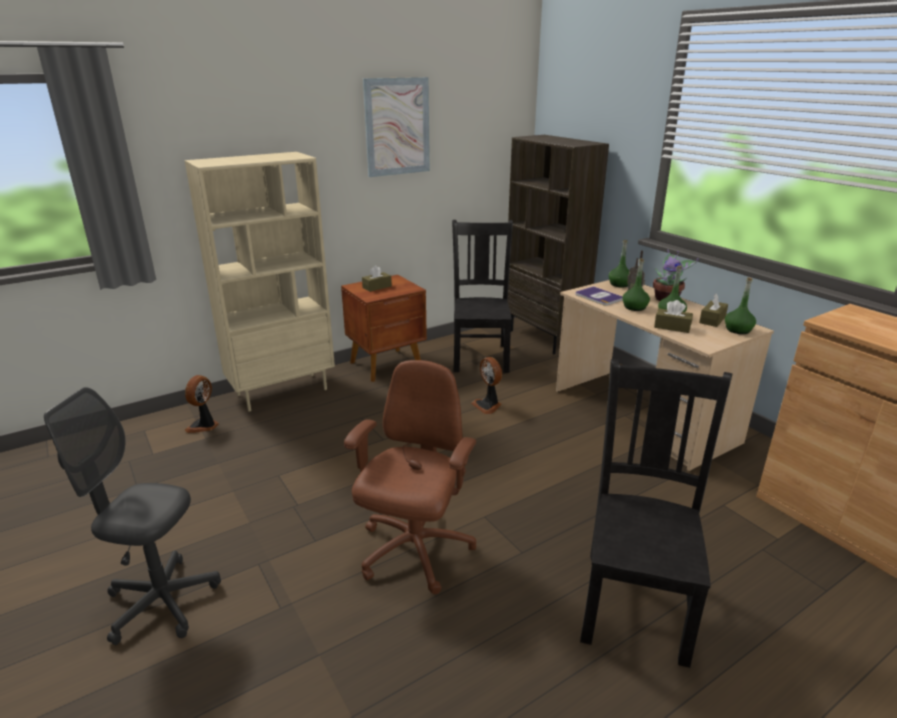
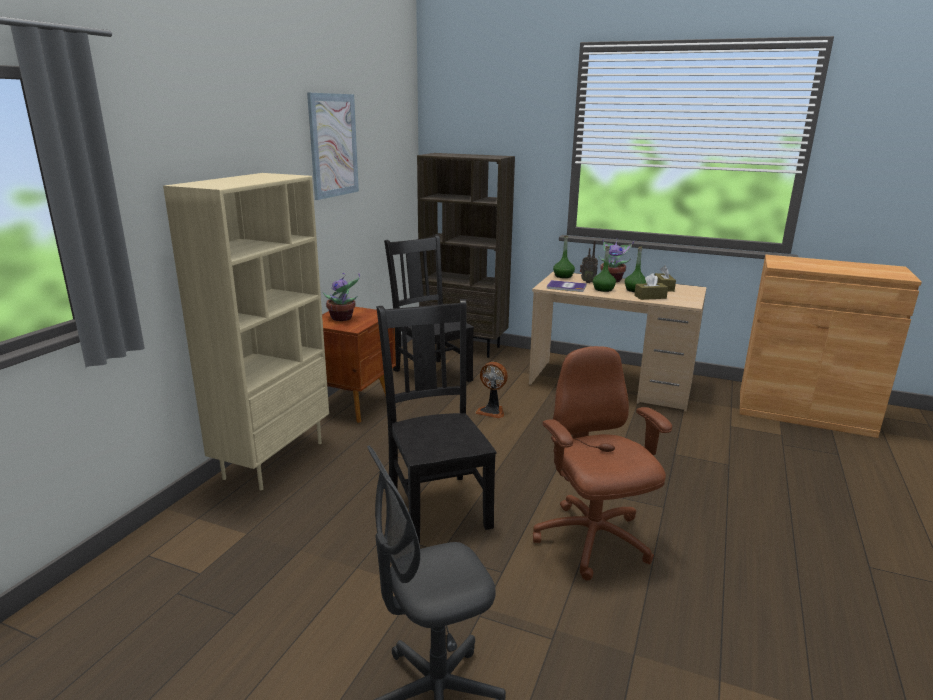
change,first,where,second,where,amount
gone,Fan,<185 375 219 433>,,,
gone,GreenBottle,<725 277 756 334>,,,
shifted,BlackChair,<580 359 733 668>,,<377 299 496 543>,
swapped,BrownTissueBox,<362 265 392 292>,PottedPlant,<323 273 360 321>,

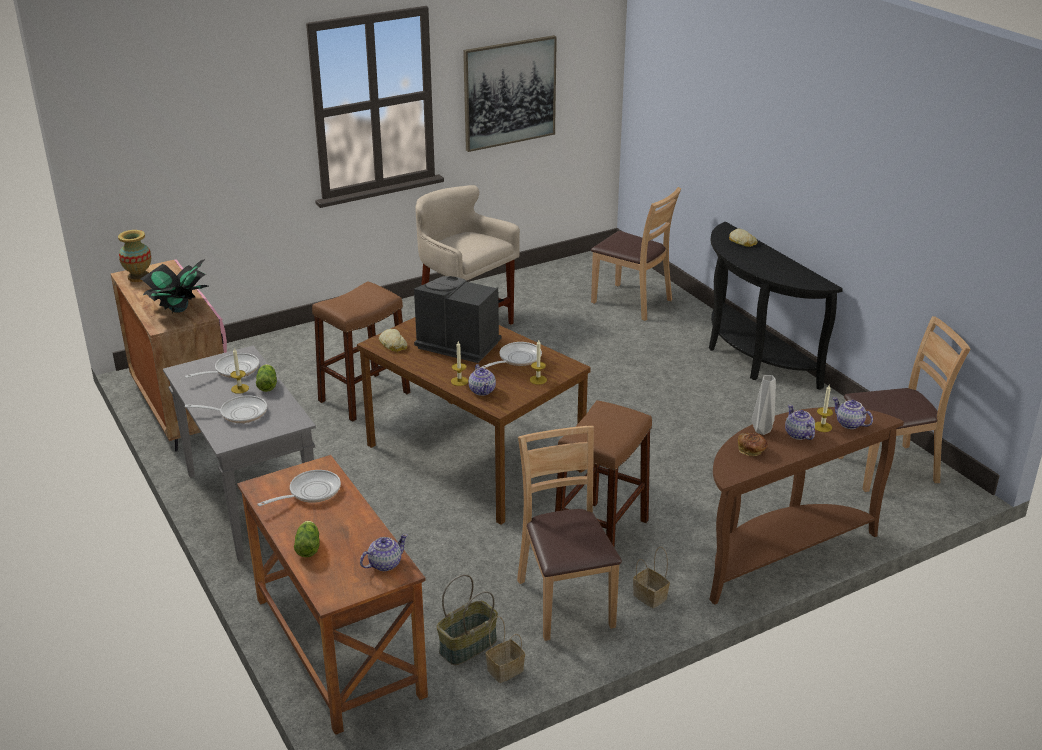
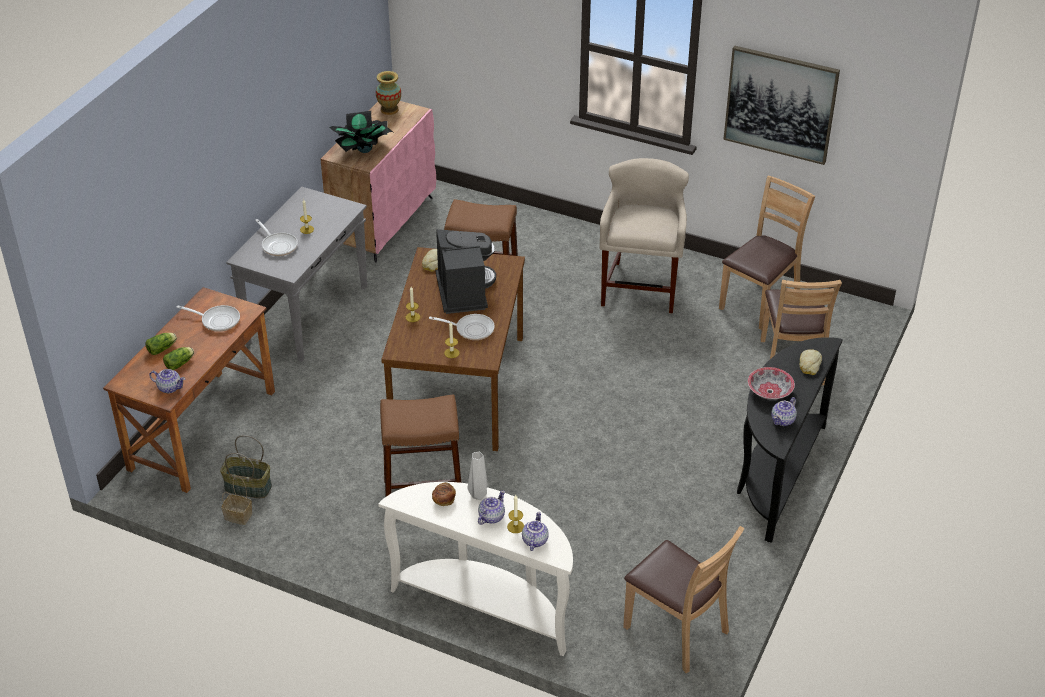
change,first,where,second,where,amount
gone,FryingPan,<185 353 259 378>,,,
gone,Basket,<633 547 670 608>,,,
new,,,Bowl,<748 367 795 400>,
shifted,Lettuce,<256 364 277 392>,,<163 347 194 370>,
shifted,Teapot,<469 364 496 396>,,<771 397 797 426>,
shifted,BrownChair,<517 426 622 641>,,<719 176 816 330>,
repainted,BrownConsoleTable,<709 407 904 605>,WhiteConsoleTable,<378 482 573 656>,

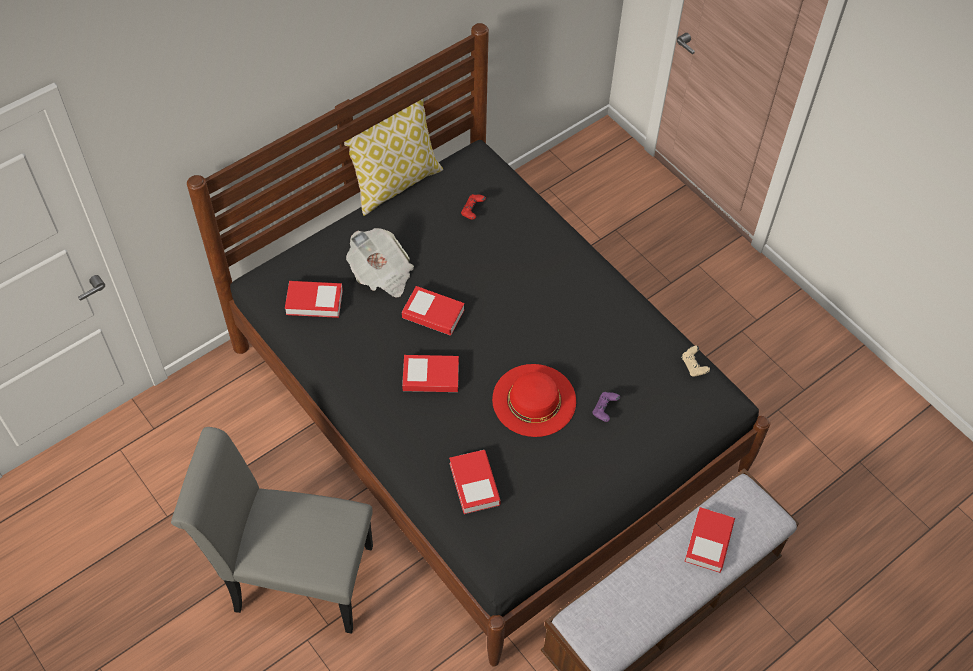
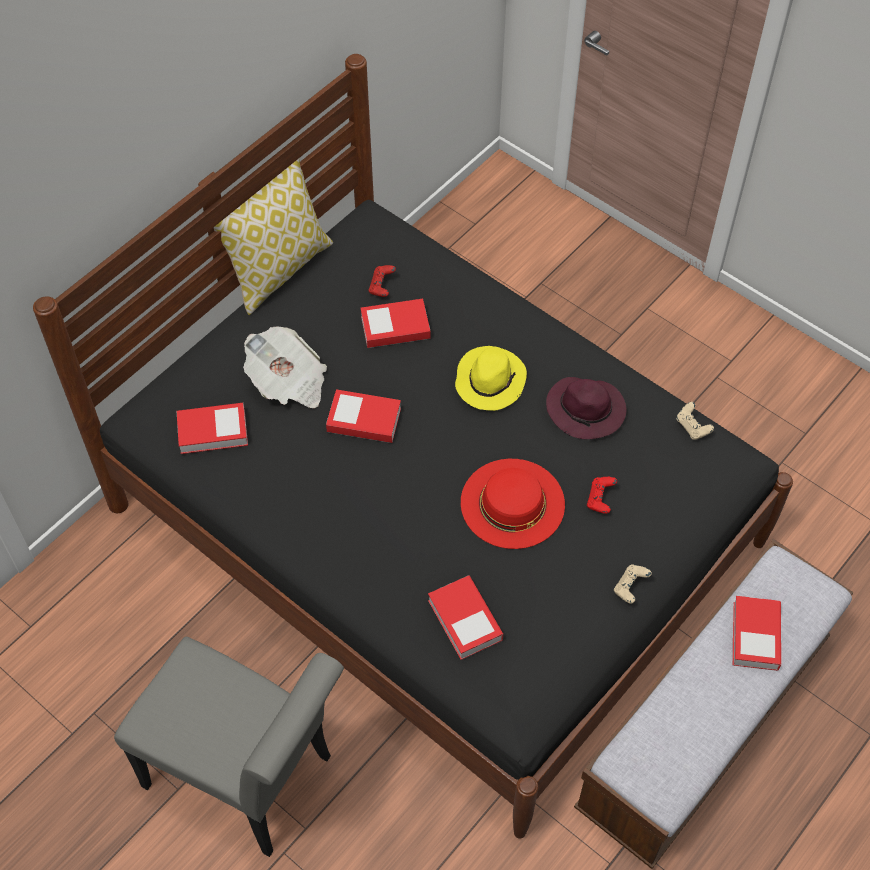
change,first,where,second,where,amount
new,,,YellowHat,<455 346 527 411>,
new,,,PurpleHat,<546 377 626 439>,
new,,,BeigeGameController,<614 564 652 604>,
shifted,Book,<402 355 459 392>,,<361 299 430 348>,
repainted,PurpleGameController,<592 392 620 422>,RedGameController,<587 477 617 514>,
rotated,GreyChair,<171 427 373 634>,,<114 637 344 857>,150 degrees counterclockwise

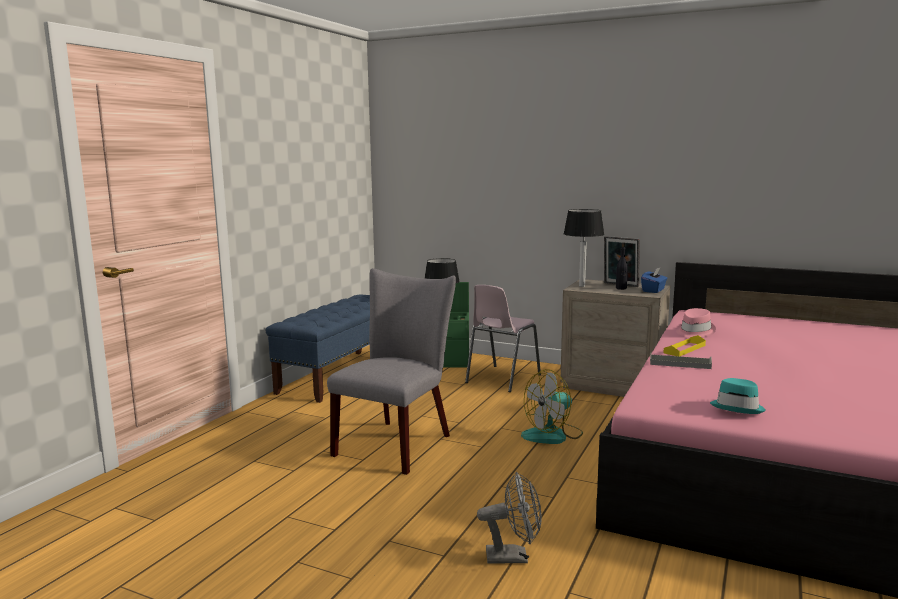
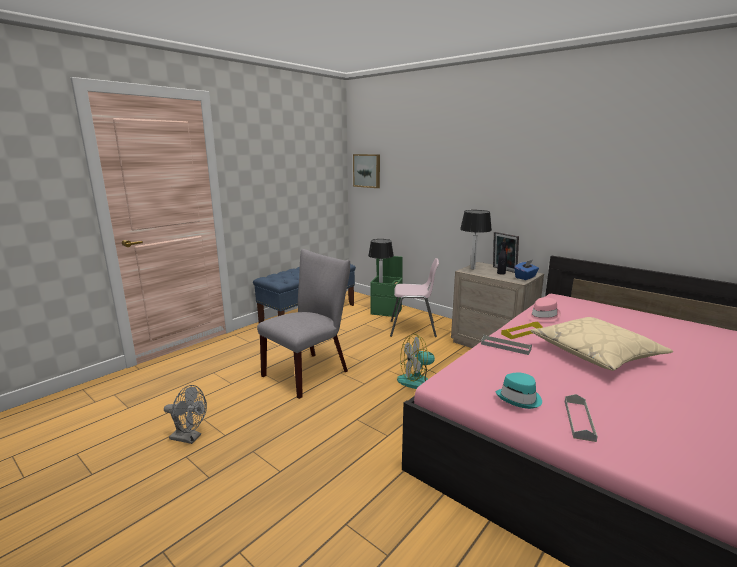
change,first,where,second,where,amount
new,,,Picture,<353 154 380 188>,
new,,,BeigePillow,<530 317 673 371>,
new,,,GreyTray,<565 394 598 442>,
shifted,GreyFan,<477 472 542 564>,,<164 385 207 444>,
rotated,PinkChair,<465 285 541 392>,,<390 258 439 337>,135 degrees counterclockwise

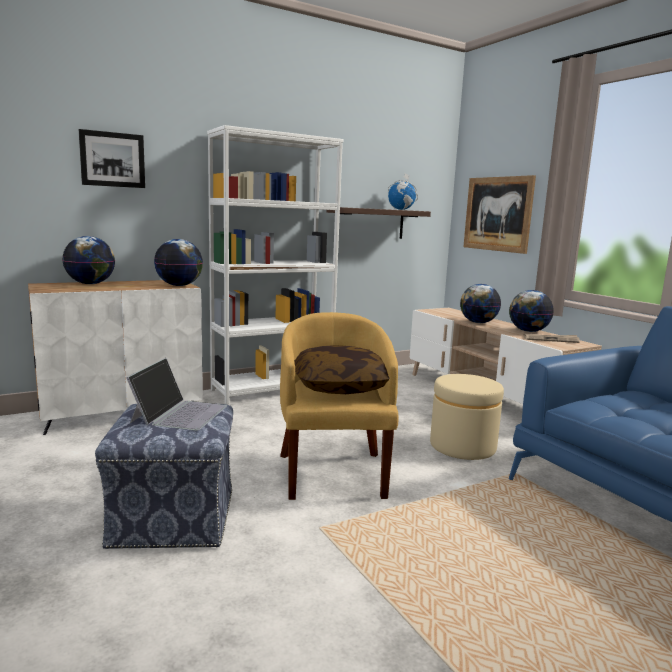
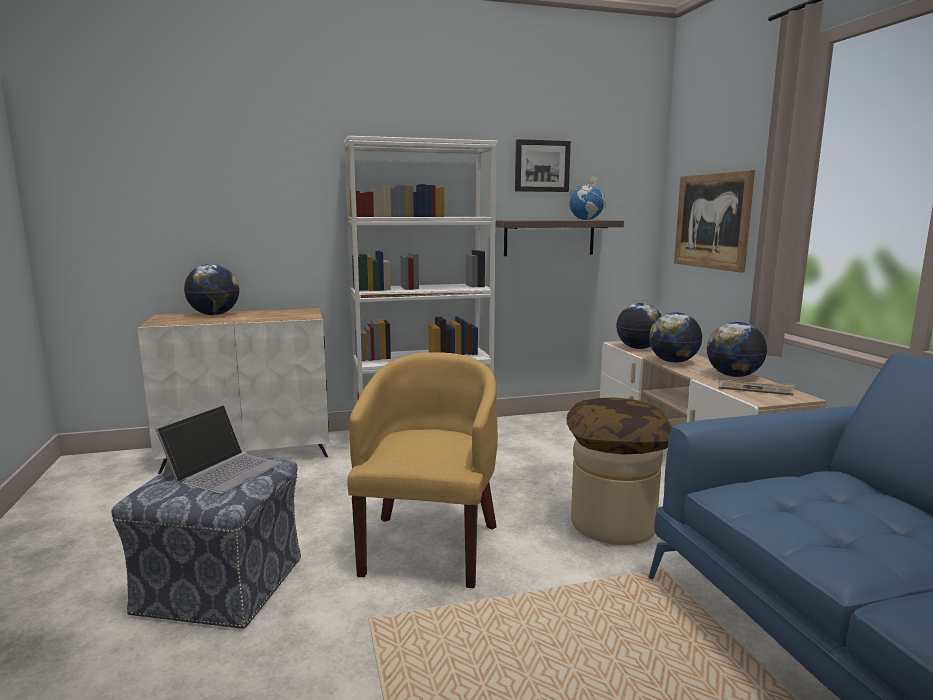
change,first,where,second,where,amount
shifted,Picture,<79 129 145 188>,,<515 139 571 192>,
shifted,Globe,<154 239 203 286>,,<616 303 661 349>,
shifted,Pillow,<295 345 390 394>,,<567 397 672 455>,

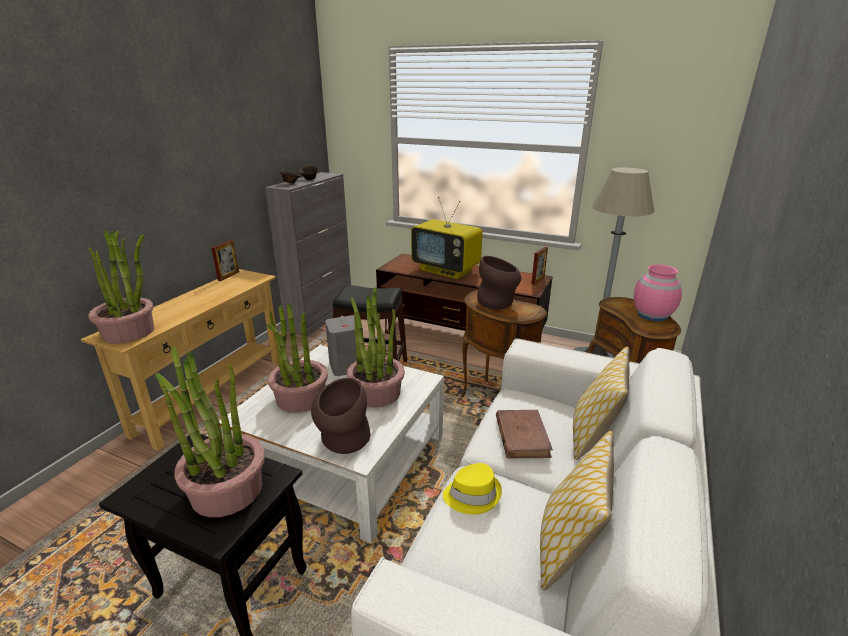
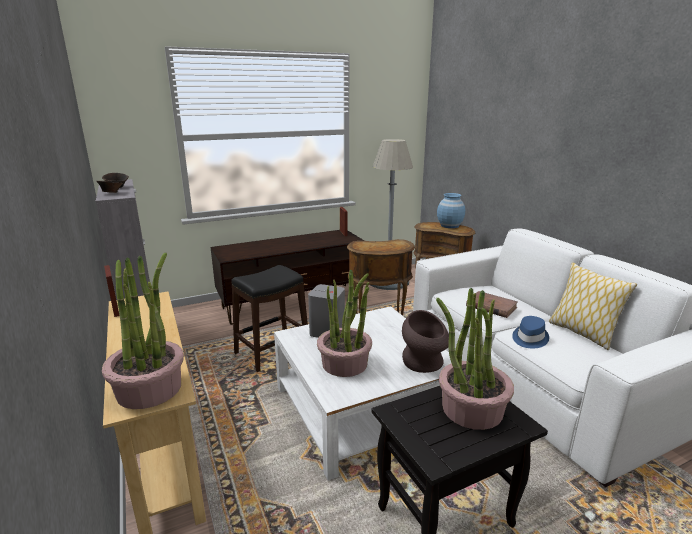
change,first,where,second,where,amount
gone,PottedPlant,<347 287 405 408>,,,
gone,Television,<411 197 483 279>,,,
gone,BrownVase,<477 256 521 309>,,,
gone,Pillow,<573 347 629 460>,,,
repainted,YellowHat,<443 463 502 515>,BlueHat,<512 316 549 348>,
repainted,PinkVase,<634 264 682 321>,BlueVase,<437 193 465 228>,

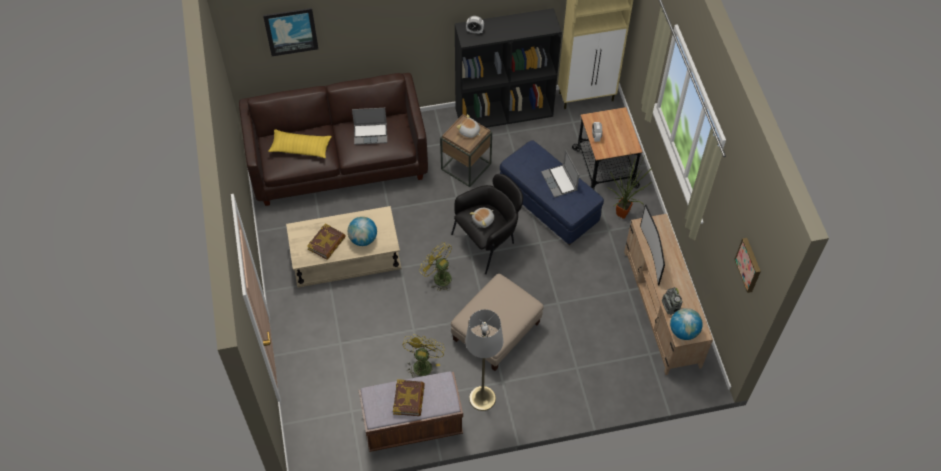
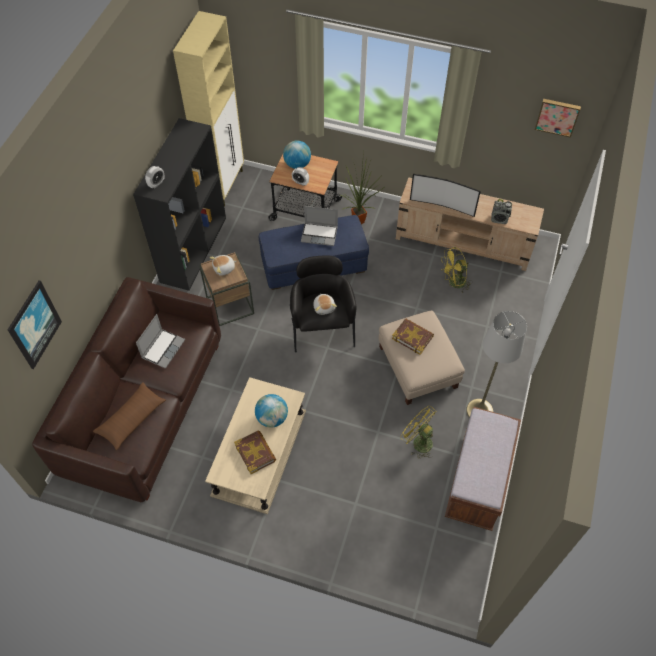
change,first,where,second,where,amount
shifted,Book,<393 379 425 416>,,<392 318 434 355>,
shifted,YellowFan,<419 242 452 291>,,<441 247 471 293>,
shifted,Globe,<670 308 703 340>,,<283 141 311 169>,
repainted,YellowPillow,<268 130 332 158>,BrownPillow,<93 382 166 450>,

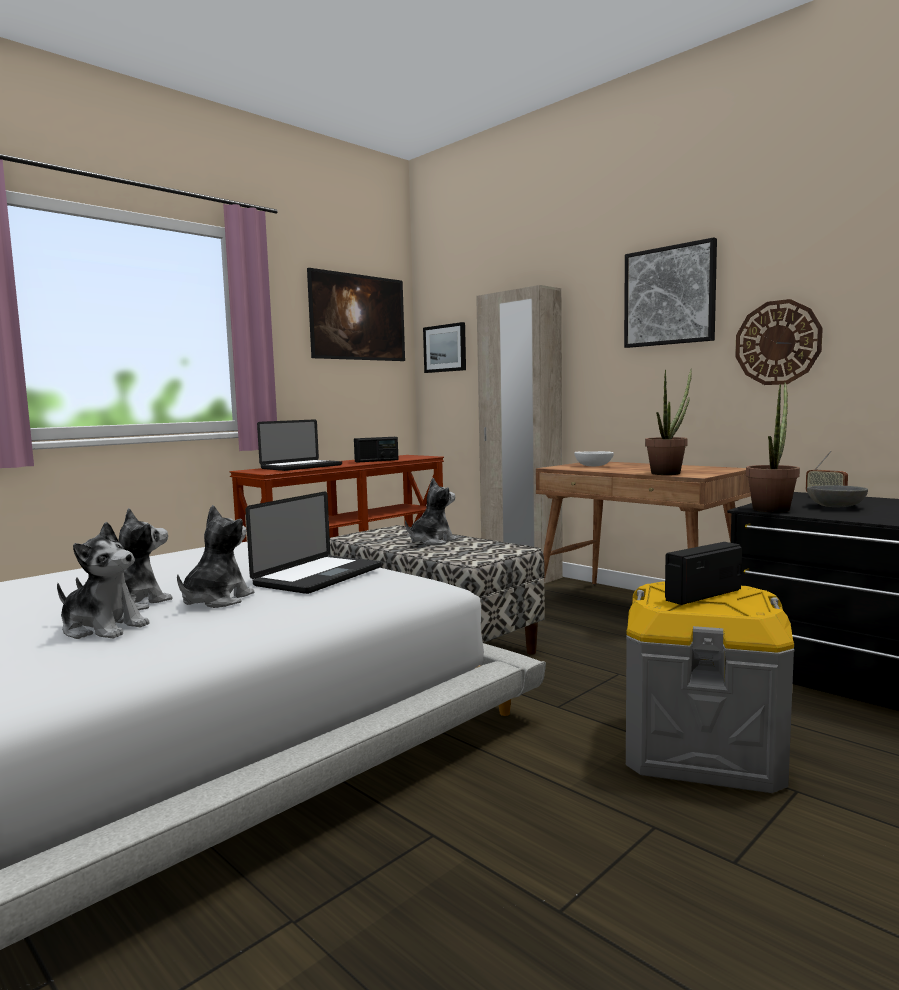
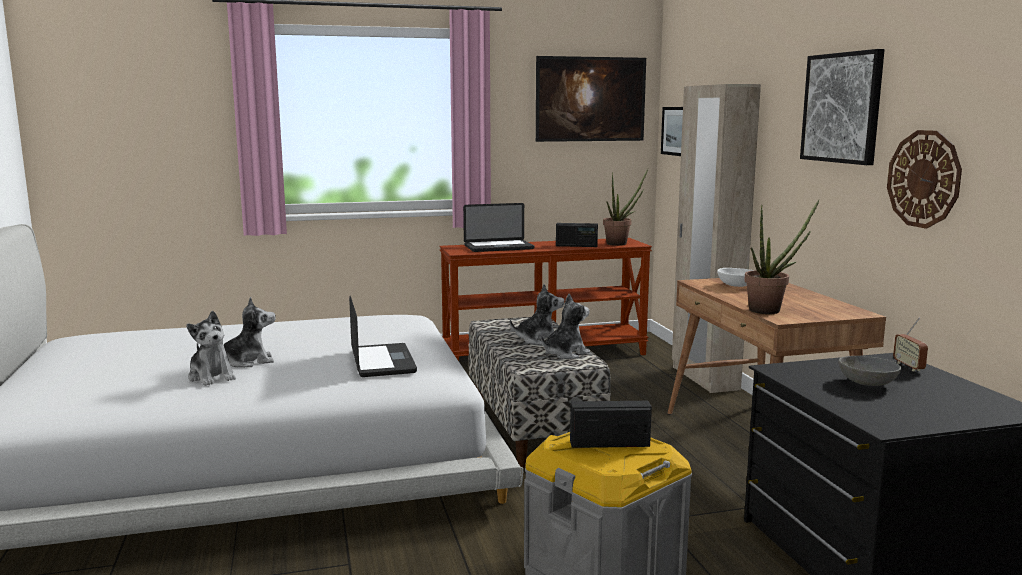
change,first,where,second,where,amount
shifted,PlushToy,<177 505 254 608>,,<541 294 590 359>,
shifted,PottedPlant,<746 382 800 512>,,<603 169 648 246>,
rotated,Laptop,<245 491 381 594>,,<349 296 417 377>,75 degrees counterclockwise

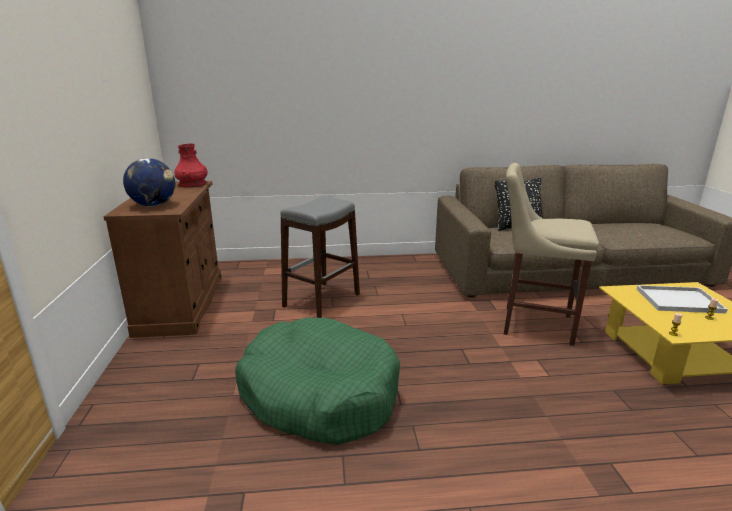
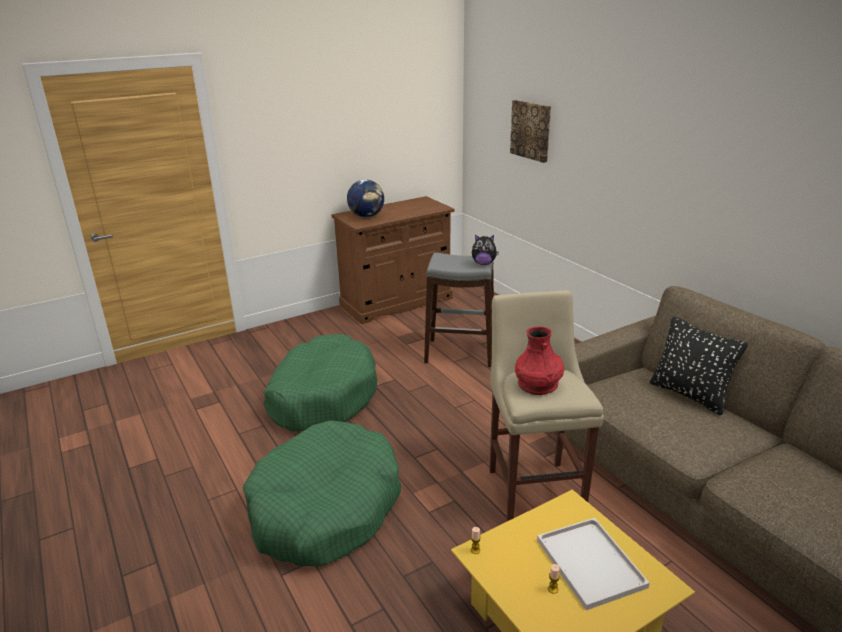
change,first,where,second,where,amount
new,,,GreenDogBed,<243 420 401 566>,
new,,,PlushToy,<472 235 499 265>,
new,,,Picture,<510 100 551 163>,
shifted,RedVase,<174 143 208 187>,,<515 326 564 395>,

